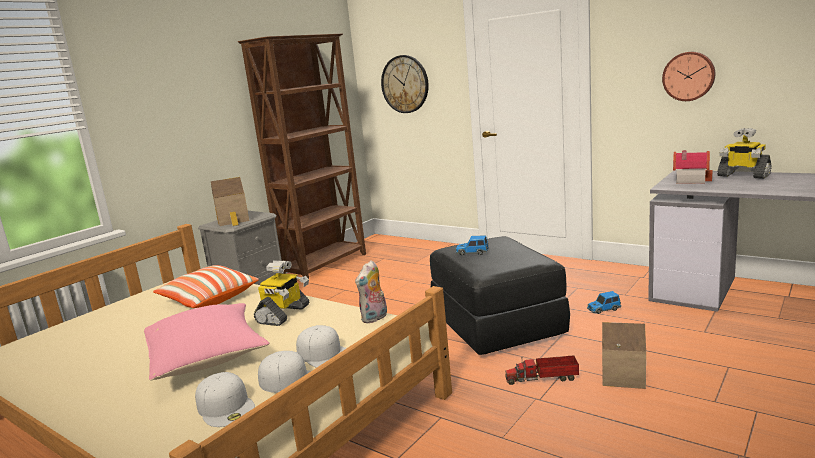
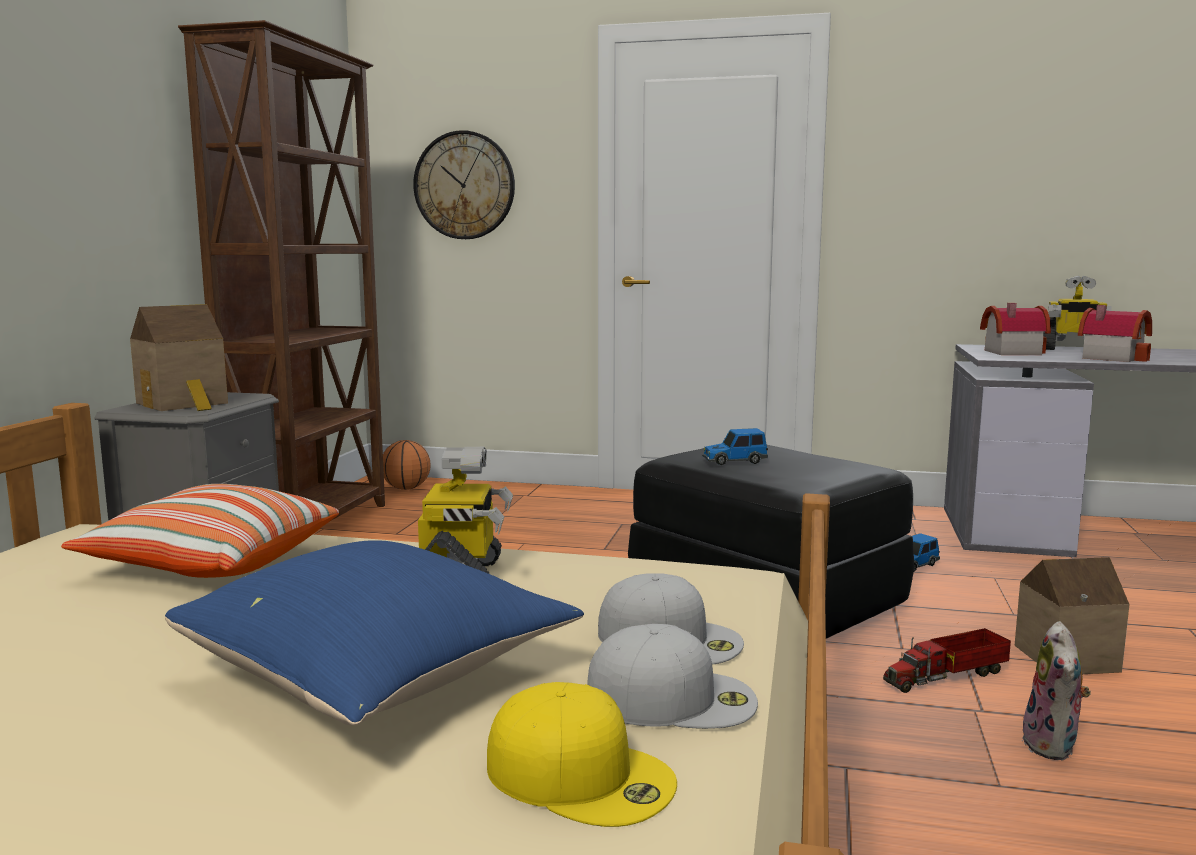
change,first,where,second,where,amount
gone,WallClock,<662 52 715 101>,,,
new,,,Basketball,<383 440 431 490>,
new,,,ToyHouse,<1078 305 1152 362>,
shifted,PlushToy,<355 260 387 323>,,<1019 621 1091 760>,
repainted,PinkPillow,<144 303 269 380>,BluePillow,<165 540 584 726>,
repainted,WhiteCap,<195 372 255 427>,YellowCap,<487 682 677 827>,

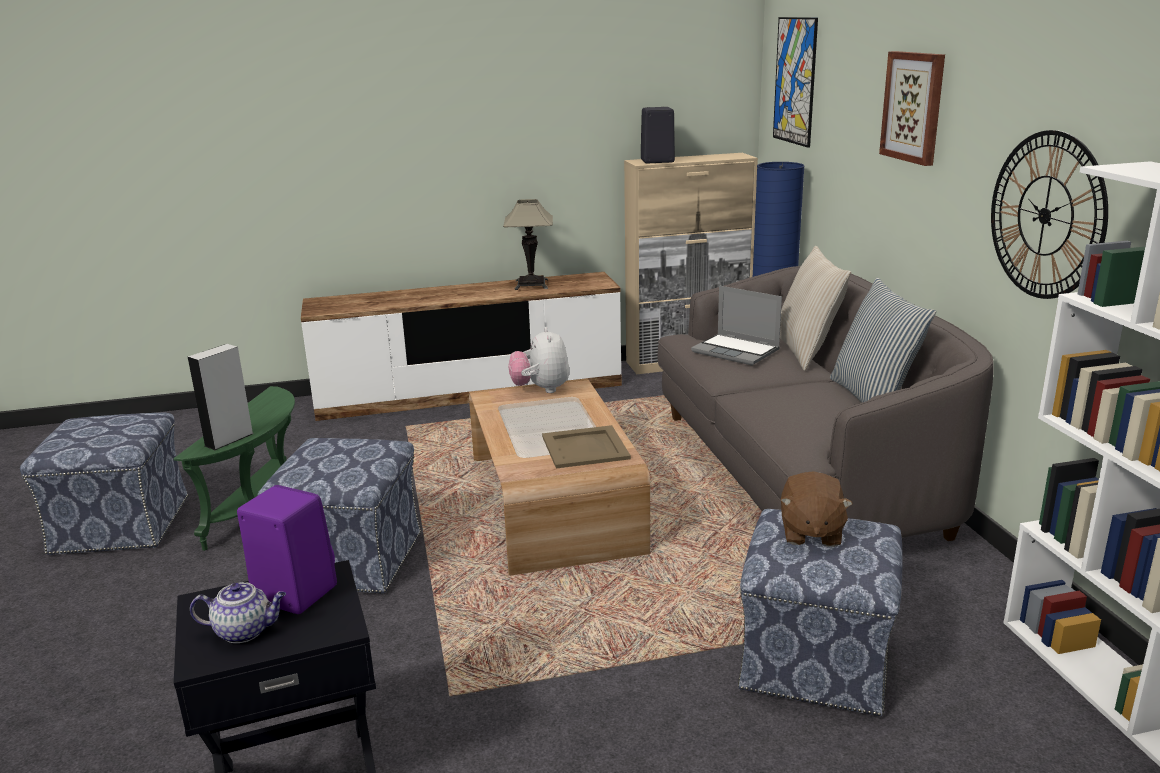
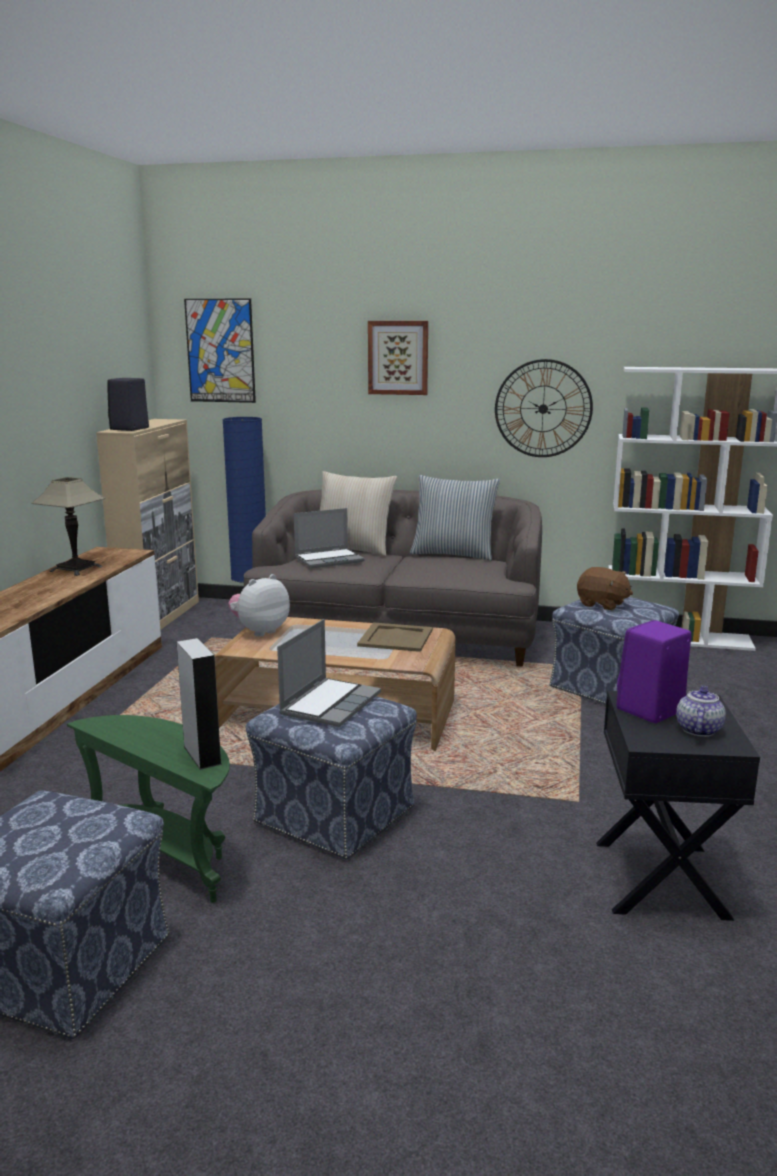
change,first,where,second,where,amount
new,,,Laptop,<277 619 381 727>,
rotated,PlushToy,<509 327 570 393>,,<228 574 290 637>,120 degrees clockwise

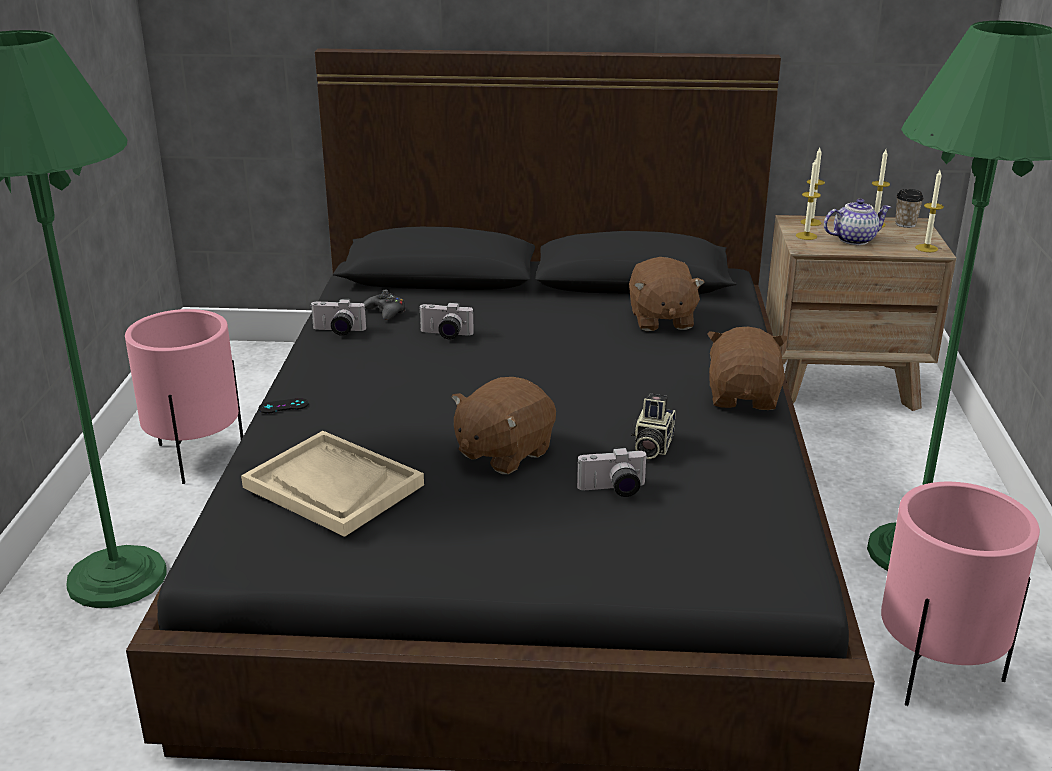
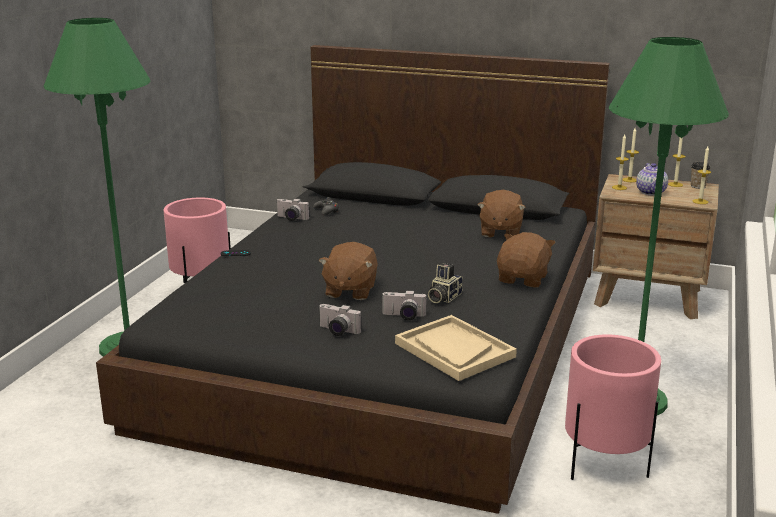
change,first,where,second,where,amount
shifted,BeigeTray,<241 431 424 537>,,<395 315 517 381>,
shifted,PhotoCamera,<418 302 474 339>,,<318 304 361 336>,
rotated,BrownPlushToy,<452 377 556 474>,,<319 242 378 300>,45 degrees counterclockwise
rotated,Teapot,<824 199 892 245>,,<636 163 668 196>,90 degrees clockwise

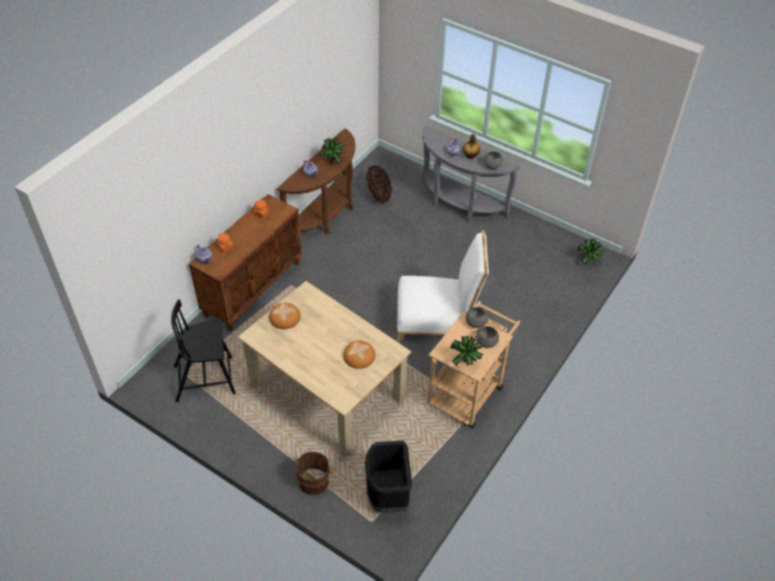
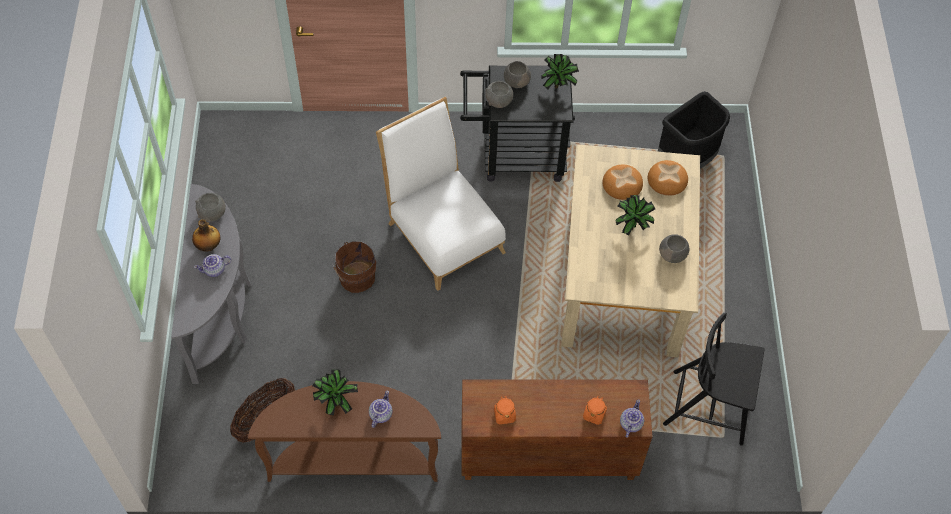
change,first,where,second,where,amount
new,,,GreyBowl,<659 234 689 263>,
shifted,Bread,<269 303 301 329>,,<648 160 688 196>,
shifted,BrownBucket,<294 452 332 495>,,<332 241 376 293>,
shifted,PottedPlant,<577 239 603 264>,,<616 195 655 236>,
repainted,BeigeCart,<428 301 520 428>,BlackCart,<460 66 575 182>,
rotated,BlackChair,<171 300 236 402>,,<663 312 765 446>,150 degrees clockwise

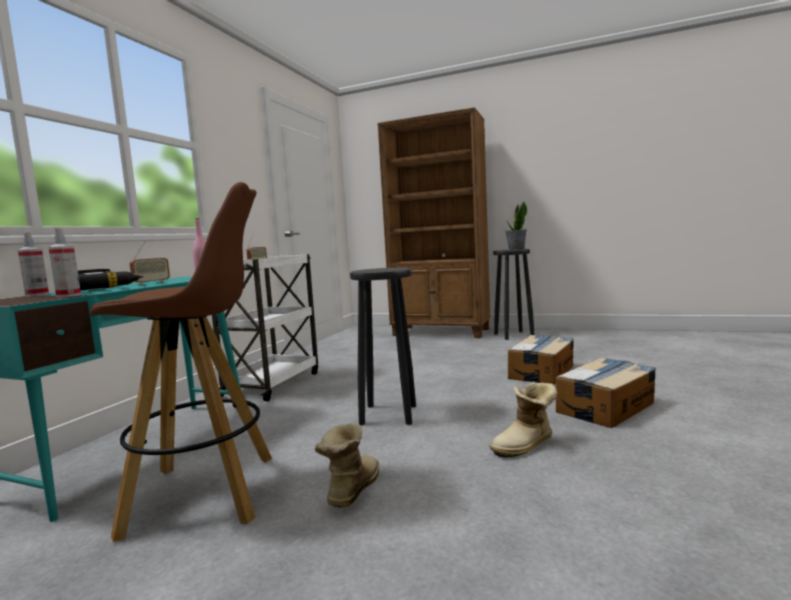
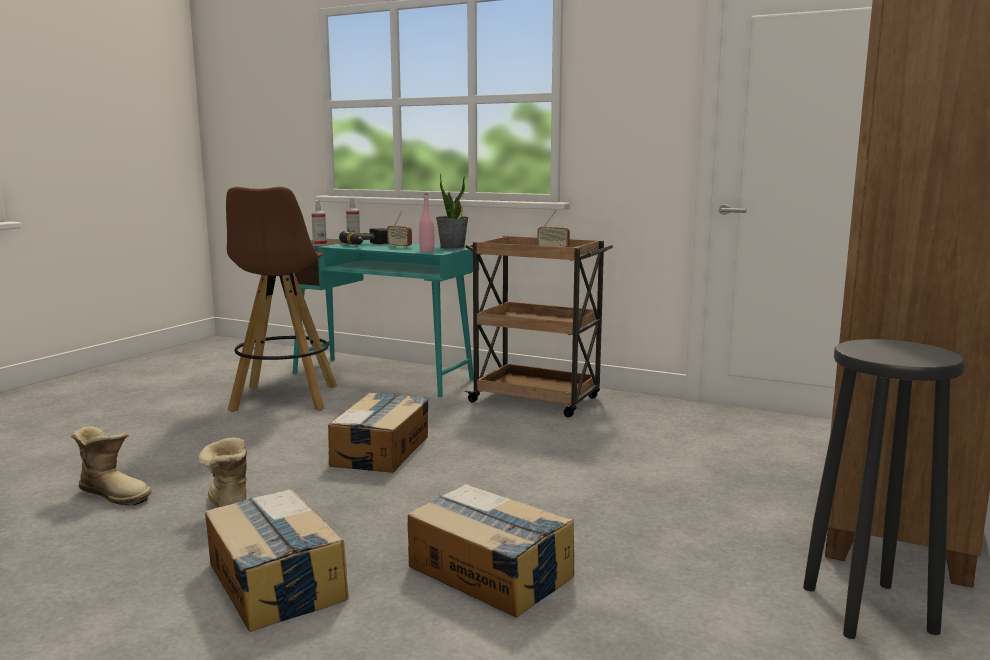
change,first,where,second,where,amount
shifted,Boot,<314 423 379 507>,,<71 426 152 505>,
shifted,PottedPlant,<505 201 527 250>,,<436 173 469 249>,
swapped,BlackStool,<350 268 416 425>,CardboardBox,<328 392 429 473>,
repainted,WhiteCart,<212 254 318 401>,BrownCart,<465 236 613 417>,

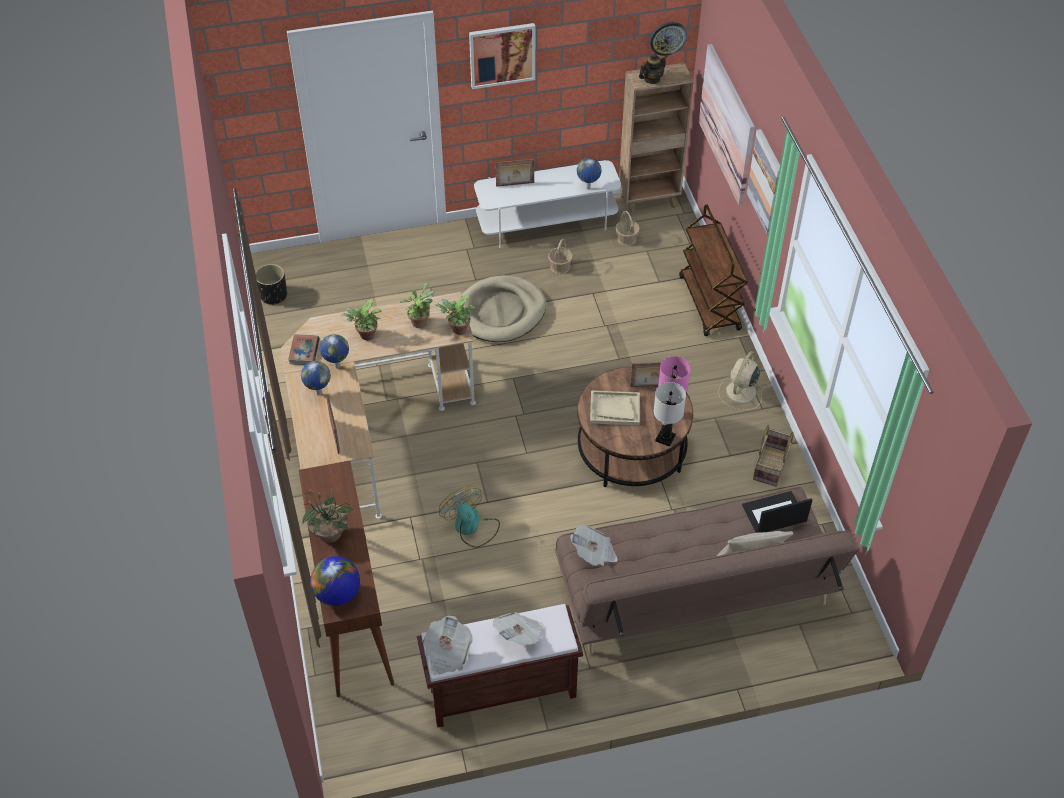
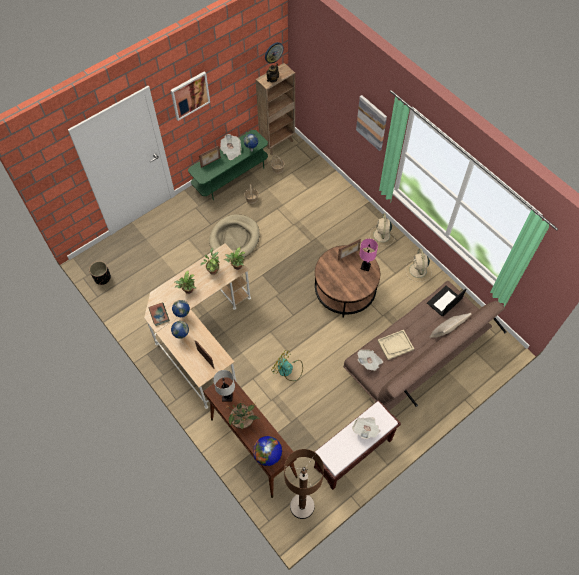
change,first,where,second,where,amount
gone,BrownCart,<679 204 748 336>,,,
gone,Picture,<699 44 755 205>,,,
new,,,BrownFloorLamp,<284 449 324 519>,
shifted,Newspaper,<423 616 473 675>,,<220 134 241 160>,
shifted,BeigeTray,<590 390 640 425>,,<377 330 414 360>,
shifted,WhiteTableLamp,<654 382 686 447>,,<213 370 235 401>,
swapped,Basket,<753 425 794 487>,BeigeFan,<406 249 432 282>,
repainted,WhiteTvStand,<474 160 621 248>,GreenTvStand,<188 130 268 200>,

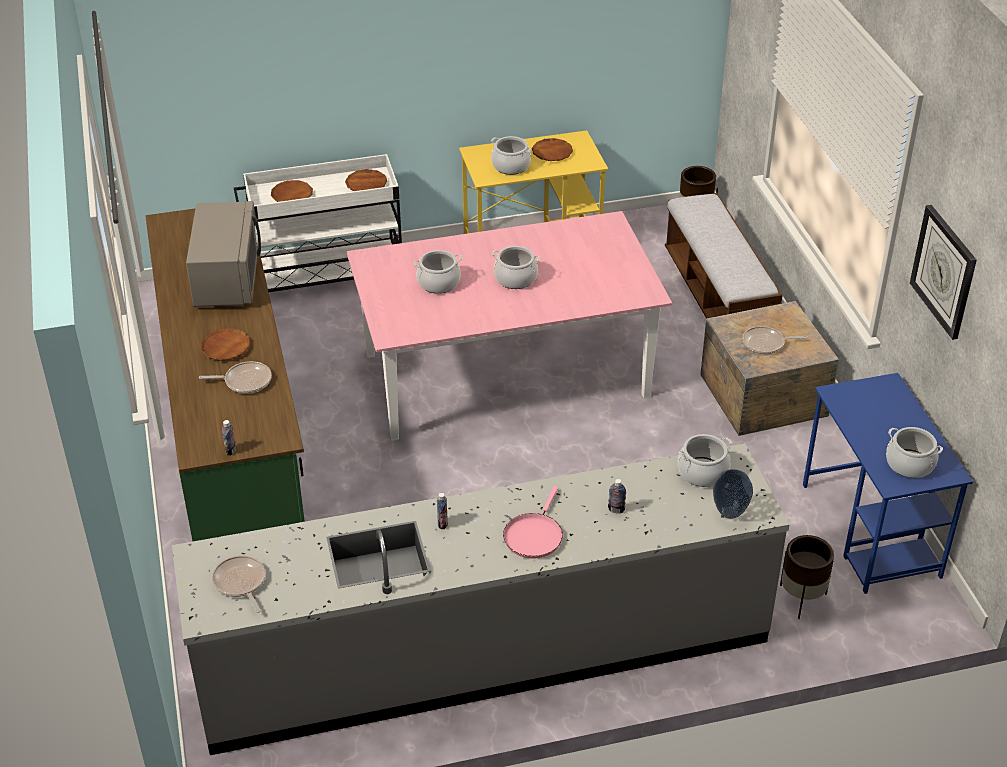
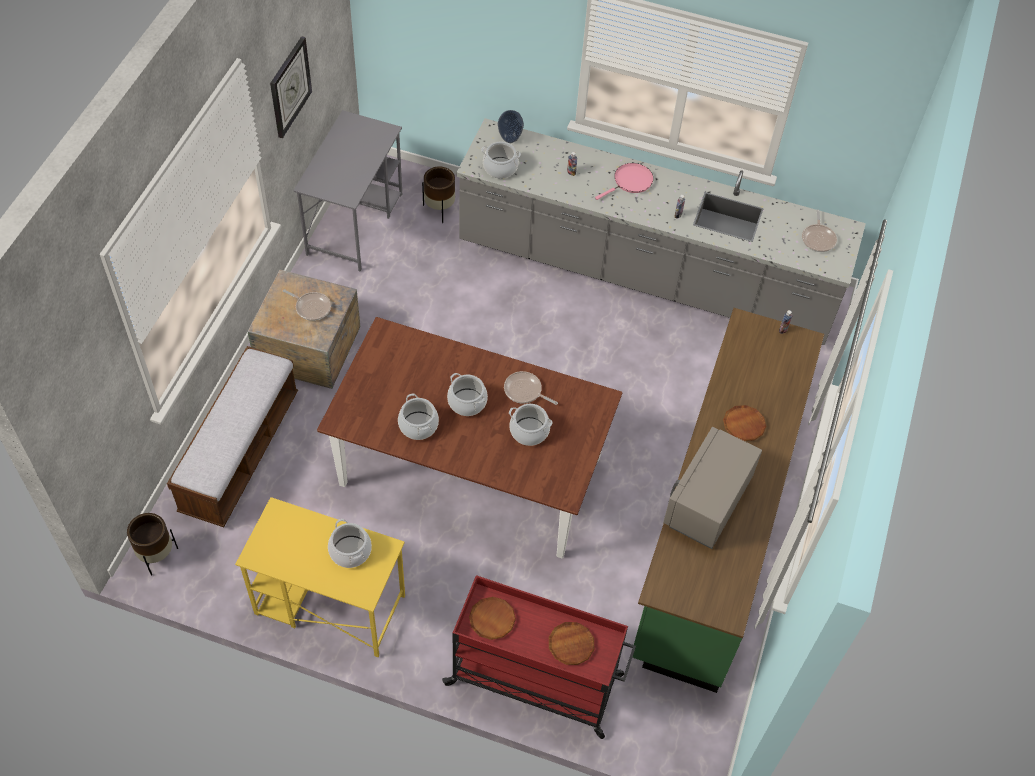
change,first,where,second,where,amount
gone,BrownPlate,<532 138 573 161>,,,
shifted,FryingPan,<199 361 272 394>,,<504 371 558 405>,
shifted,CookingPot,<886 427 943 478>,,<398 394 439 440>,
repainted,WhiteCart,<234 154 402 292>,RedCart,<442 575 636 739>,
repainted,PinkDiningTable,<347 211 672 441>,BrownDiningTable,<317 317 622 559>,
repainted,BlueDesk,<803 373 973 594>,GreyDesk,<293 110 402 271>,

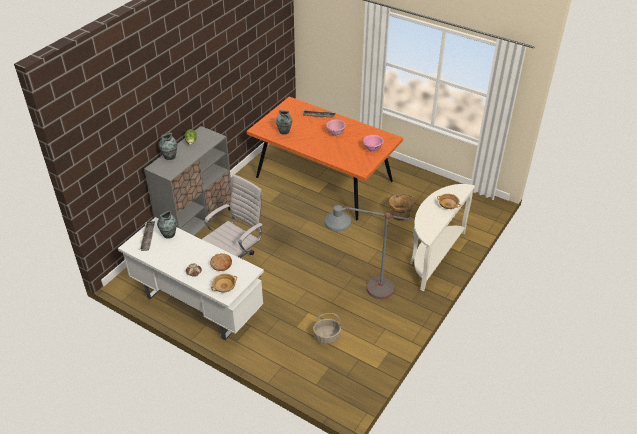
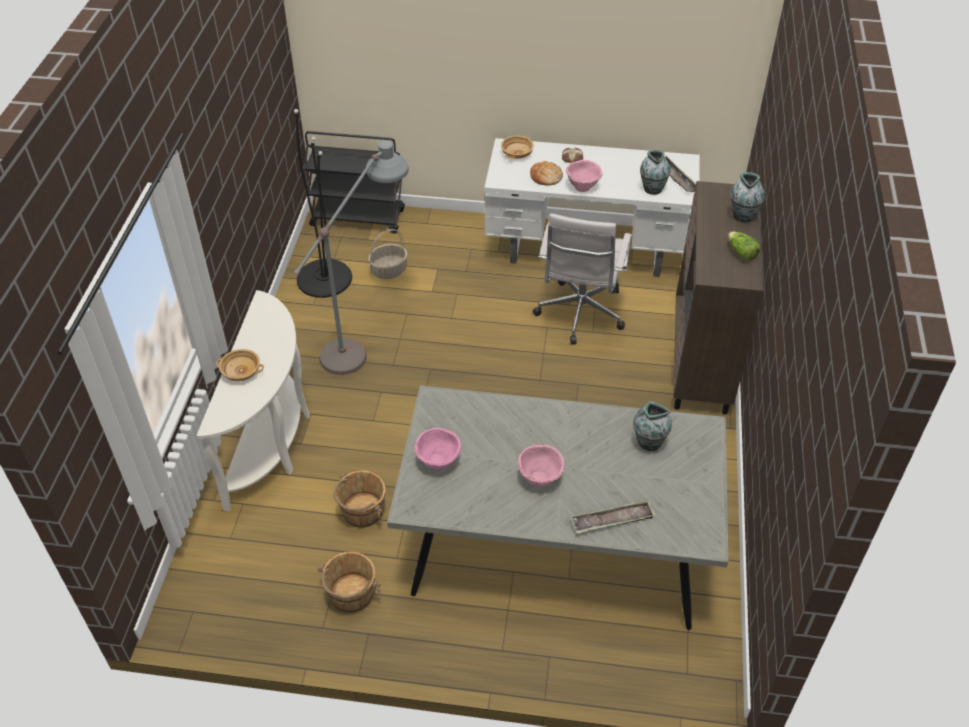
change,first,where,second,where,amount
new,,,BlackFloorLamp,<294 109 352 298>,
new,,,BlackCart,<304 131 405 234>,
new,,,BrownBucket,<317 552 381 613>,
new,,,PinkBowl,<566 160 602 192>,
repainted,GreyCabinet,<144 126 232 236>,BrownCabinet,<673 181 764 415>,
repainted,OrangeDiningTable,<246 97 403 220>,GreyDiningTable,<387 385 729 630>,

